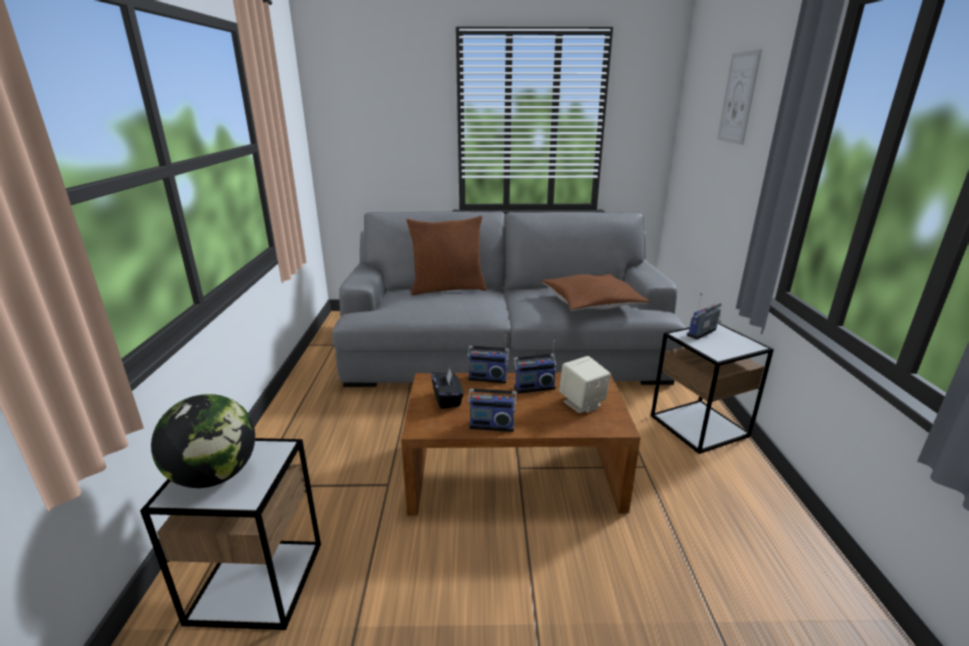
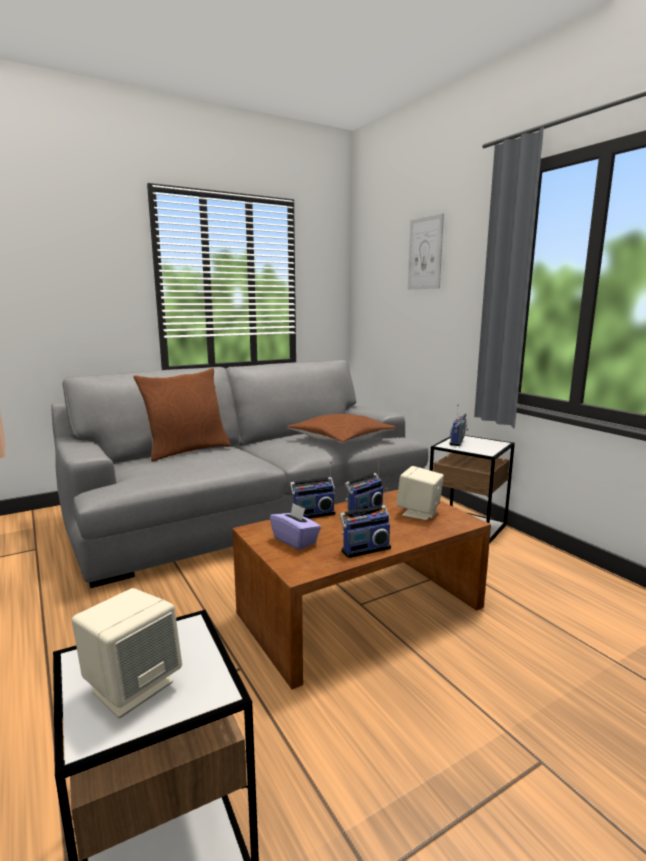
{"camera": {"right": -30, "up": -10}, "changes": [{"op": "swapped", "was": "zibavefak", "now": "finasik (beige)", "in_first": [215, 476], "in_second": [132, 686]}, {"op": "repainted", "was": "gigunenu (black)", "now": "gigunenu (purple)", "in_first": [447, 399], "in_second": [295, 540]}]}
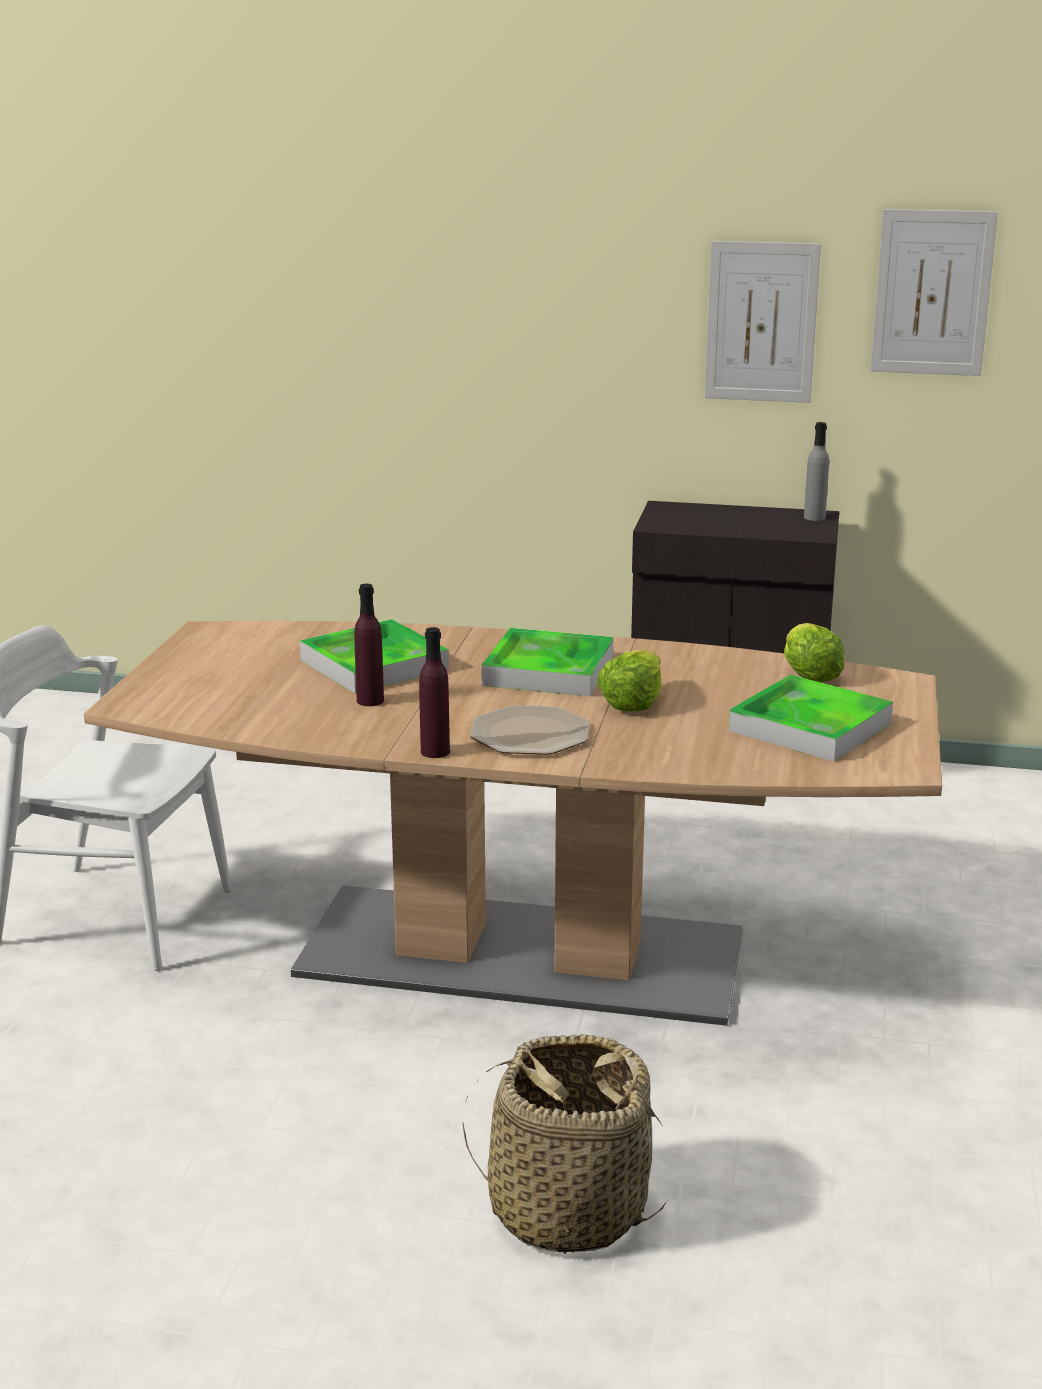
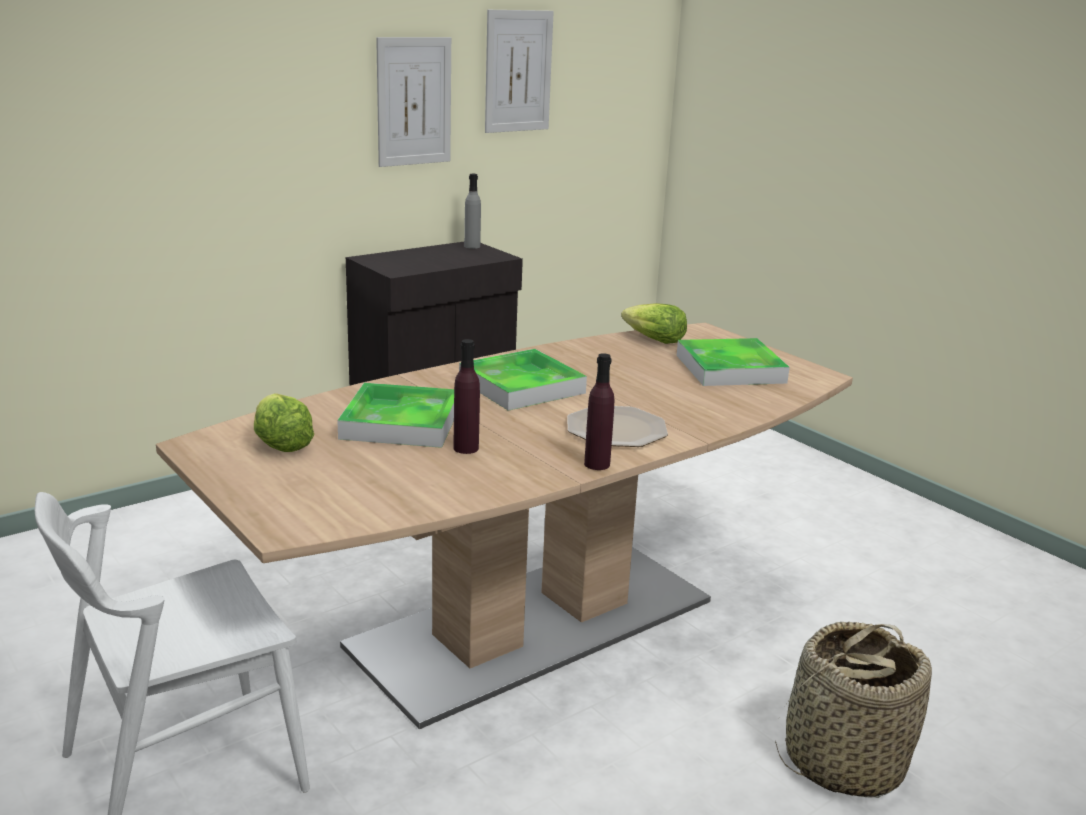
{"camera": {"right": -50, "up": 0}, "changes": [{"op": "shifted", "was": "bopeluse", "in_first": [632, 702], "in_second": [281, 442]}]}
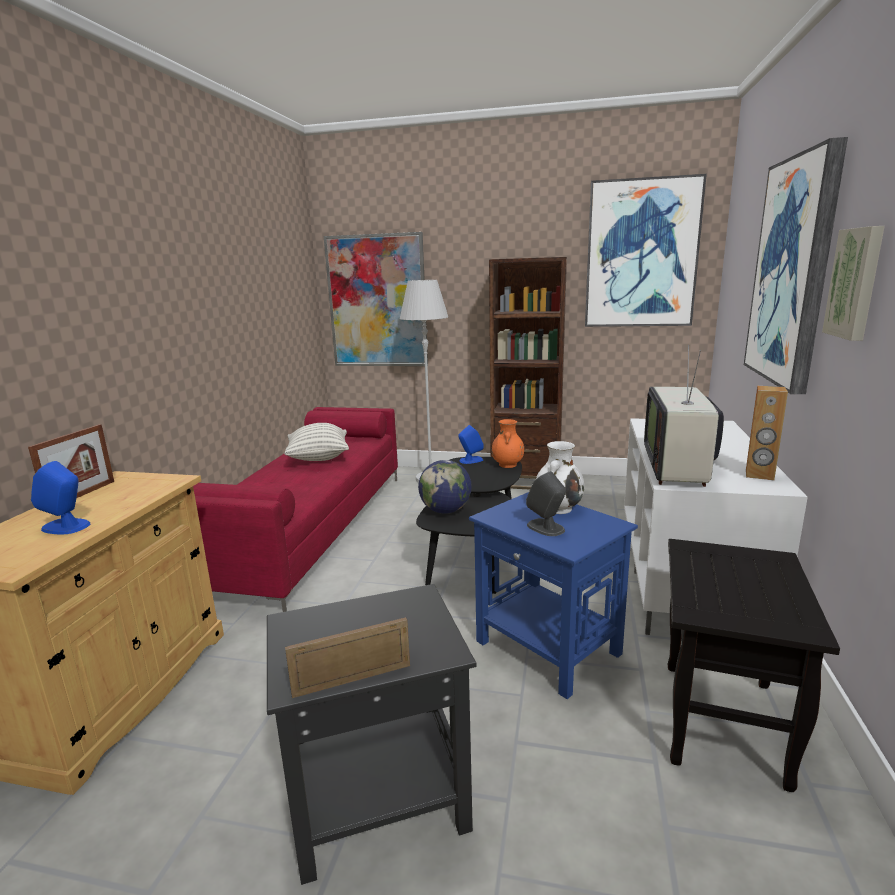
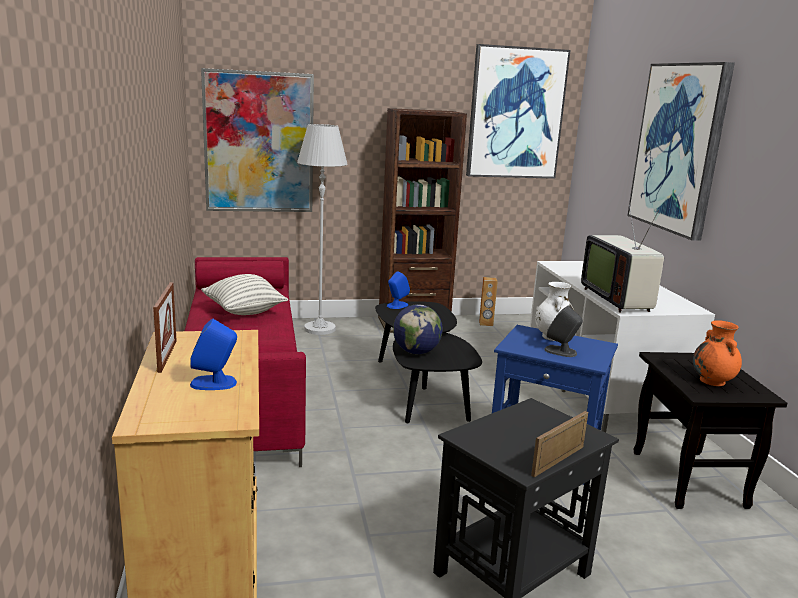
{"camera": {"right": -25, "up": 0}, "changes": [{"op": "shifted", "was": "finasik (brown)", "in_first": [759, 475], "in_second": [486, 323]}, {"op": "shifted", "was": "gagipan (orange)", "in_first": [507, 465], "in_second": [713, 381]}, {"op": "gone", "was": "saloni", "in_first": [856, 283]}]}
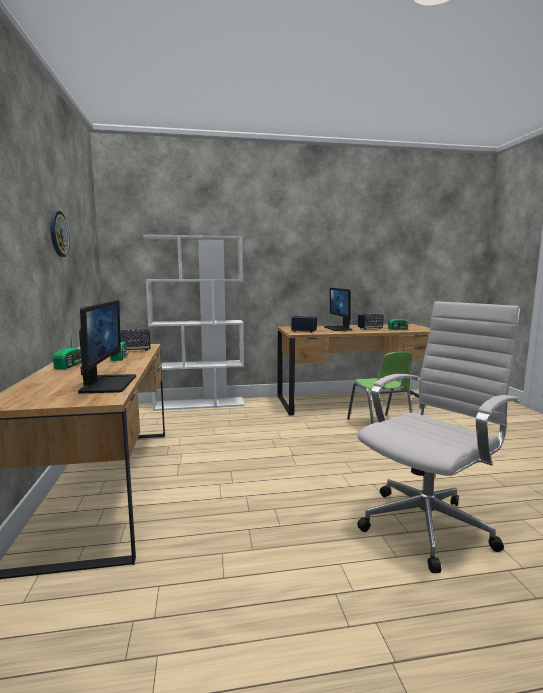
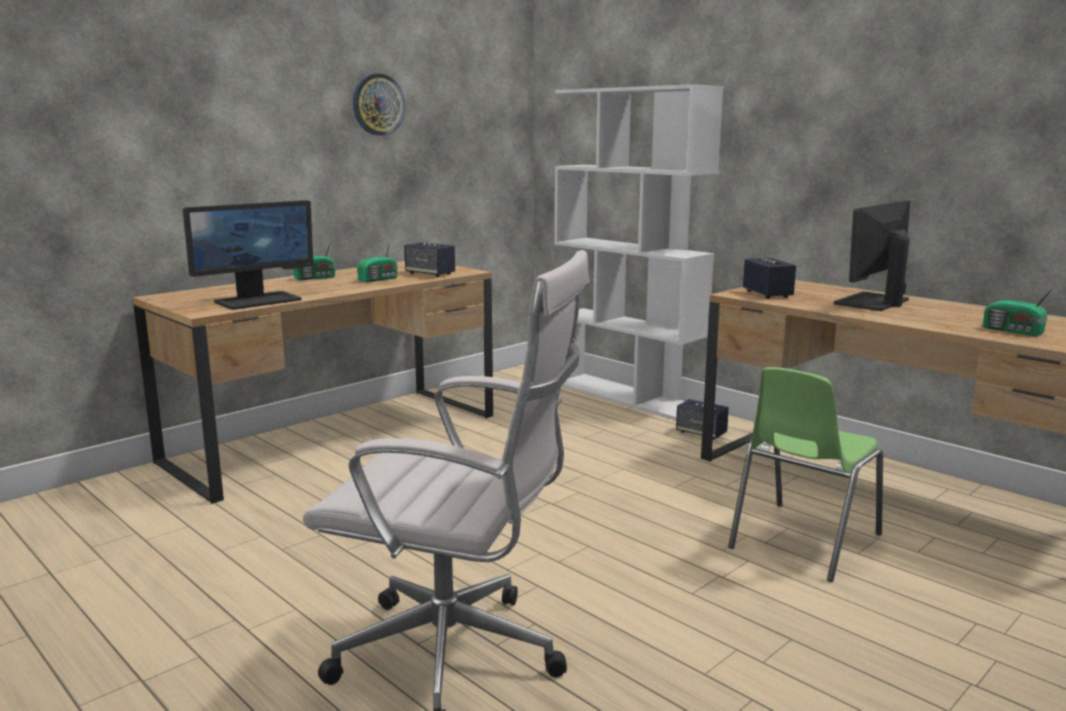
{"camera": {"right": 55, "up": 5}, "changes": [{"op": "shifted", "was": "finasik", "in_first": [370, 328], "in_second": [701, 433]}]}
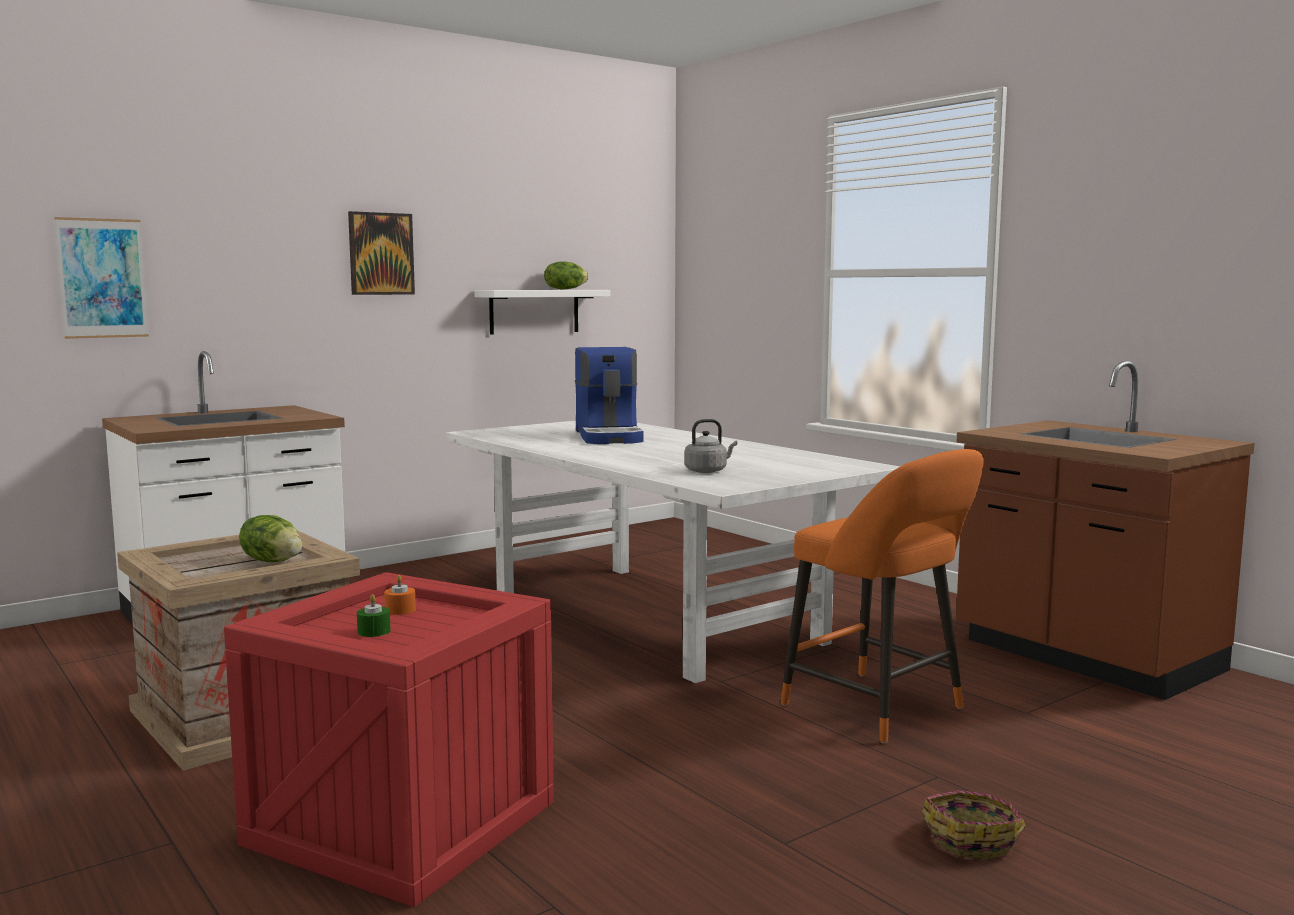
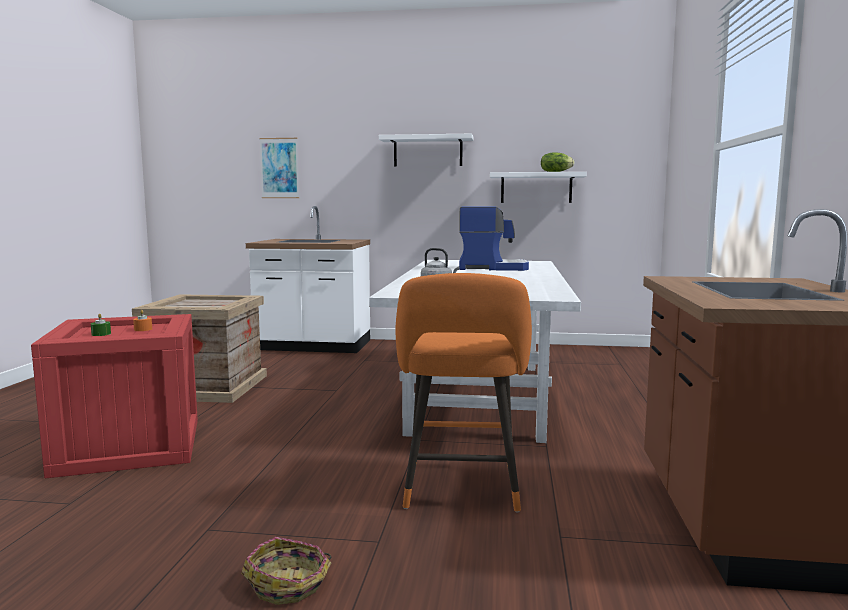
{"camera": {"right": 45, "up": 0}, "changes": [{"op": "swapped", "was": "saloni", "now": "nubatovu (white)", "in_first": [381, 254], "in_second": [428, 151]}, {"op": "rotated", "was": "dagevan", "in_first": [610, 436], "in_second": [492, 268], "clockwise": -120}, {"op": "gone", "was": "bopeluse", "in_first": [273, 561]}]}
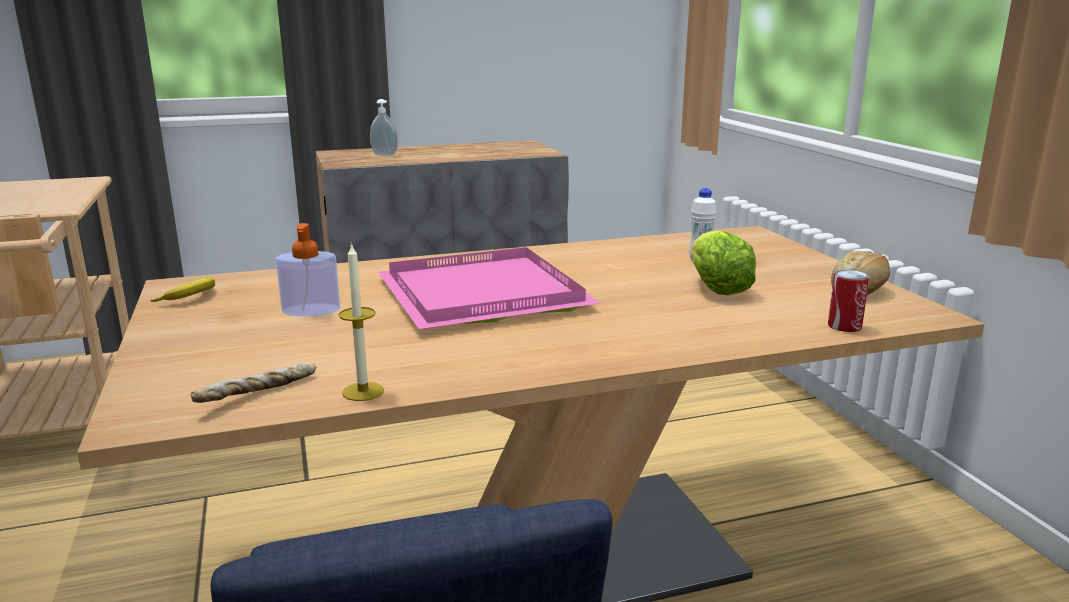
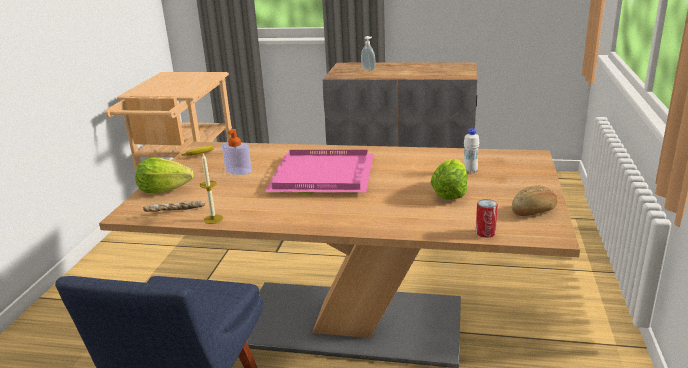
{"camera": {"right": 30, "up": 5}, "changes": [{"op": "new", "now": "bopeluse", "in_second": [164, 190]}]}
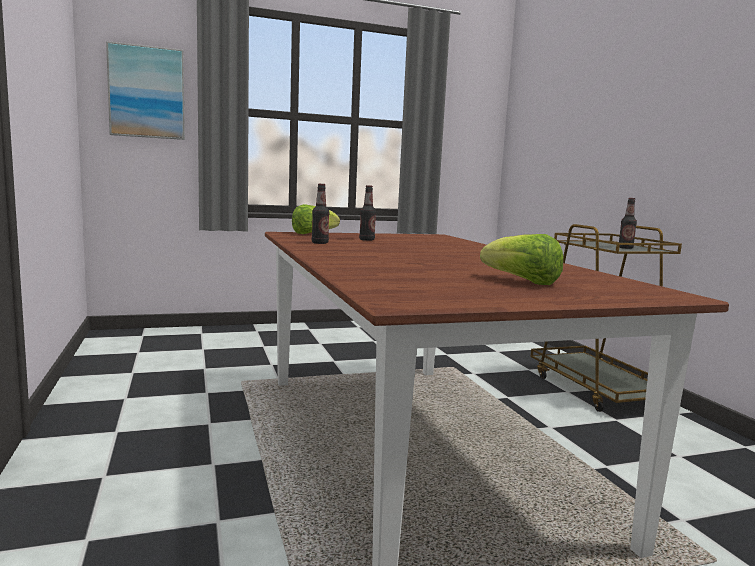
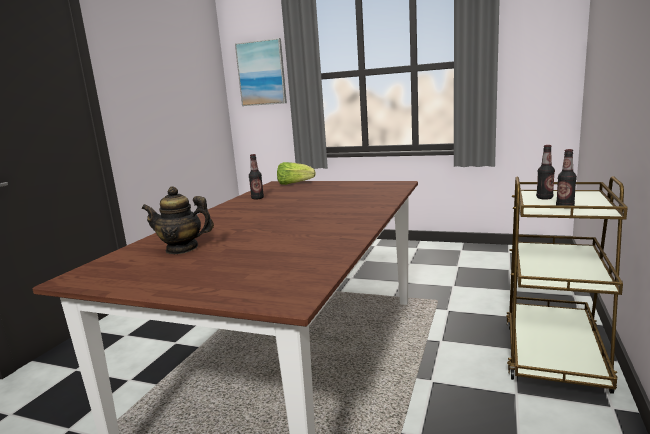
{"camera": {"right": 40, "up": 5}, "changes": [{"op": "new", "now": "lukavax", "in_second": [182, 249]}, {"op": "shifted", "was": "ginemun", "in_first": [366, 240], "in_second": [544, 198]}, {"op": "gone", "was": "bopeluse", "in_first": [522, 282]}]}
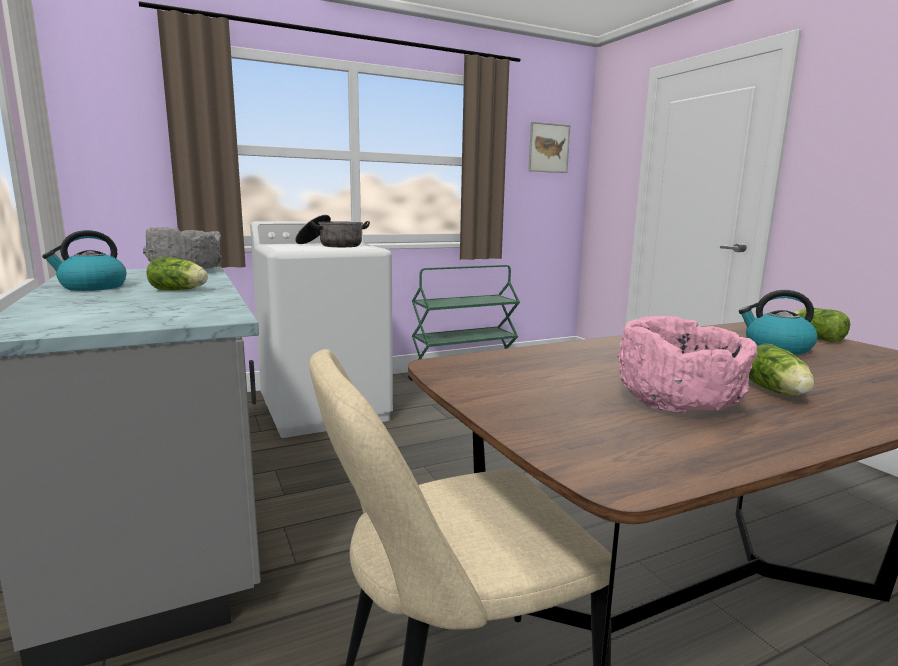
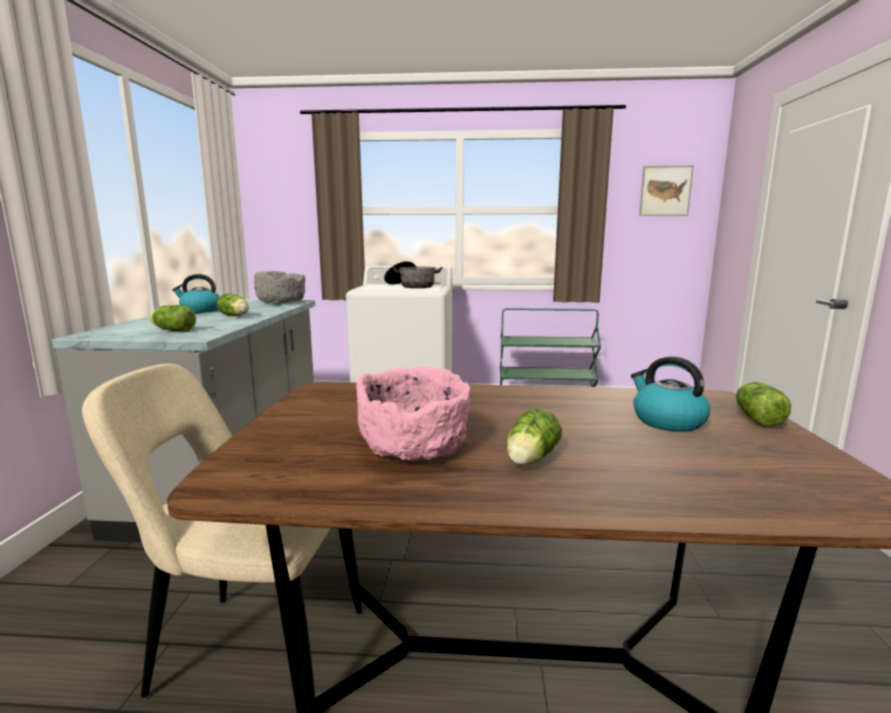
{"camera": {"right": 30, "up": 0}, "changes": [{"op": "new", "now": "bopeluse", "in_second": [172, 330]}]}
